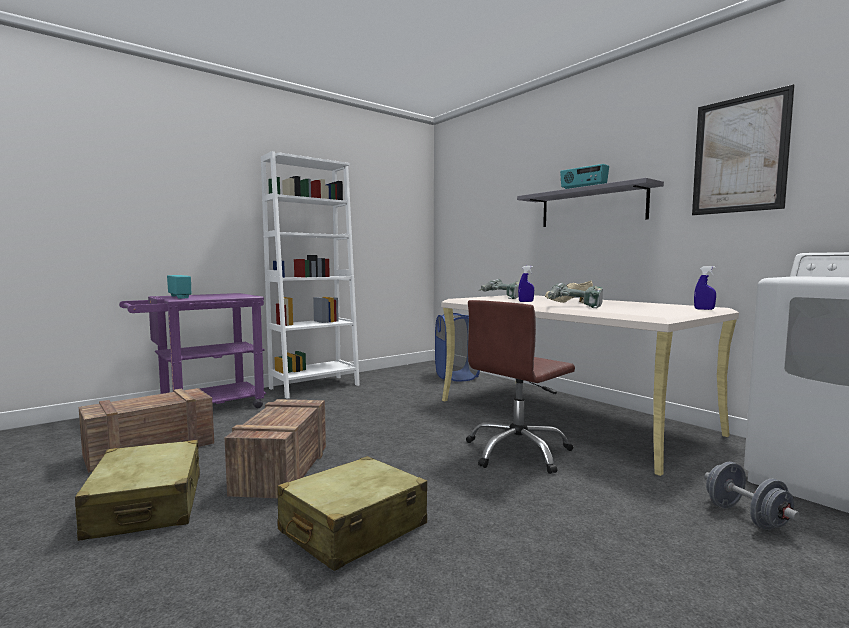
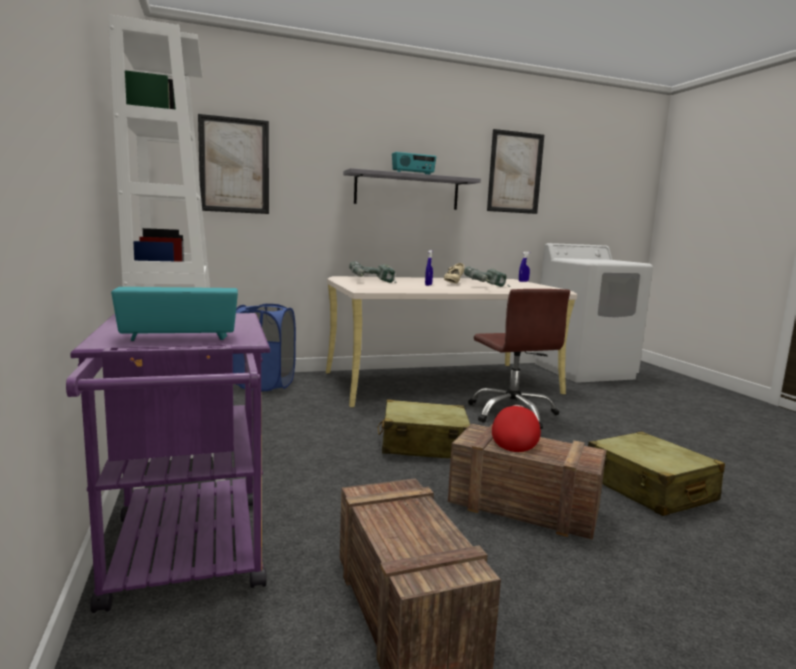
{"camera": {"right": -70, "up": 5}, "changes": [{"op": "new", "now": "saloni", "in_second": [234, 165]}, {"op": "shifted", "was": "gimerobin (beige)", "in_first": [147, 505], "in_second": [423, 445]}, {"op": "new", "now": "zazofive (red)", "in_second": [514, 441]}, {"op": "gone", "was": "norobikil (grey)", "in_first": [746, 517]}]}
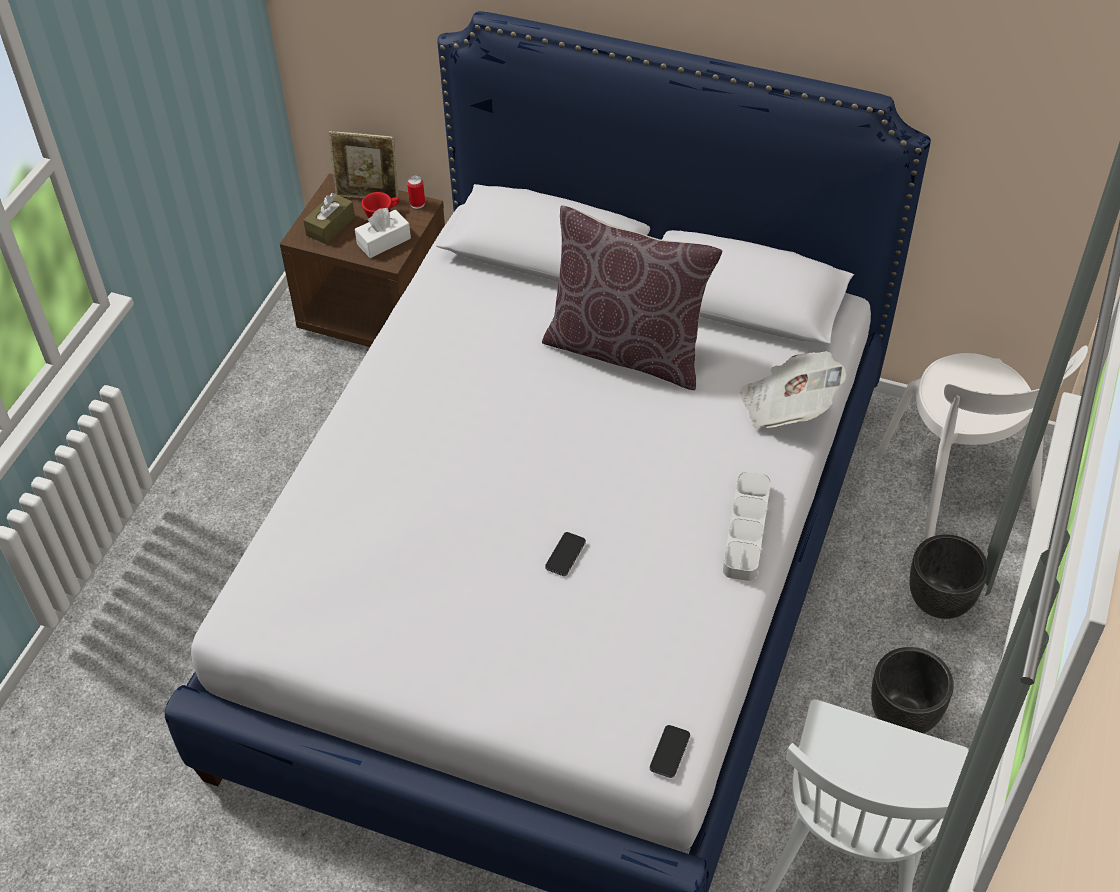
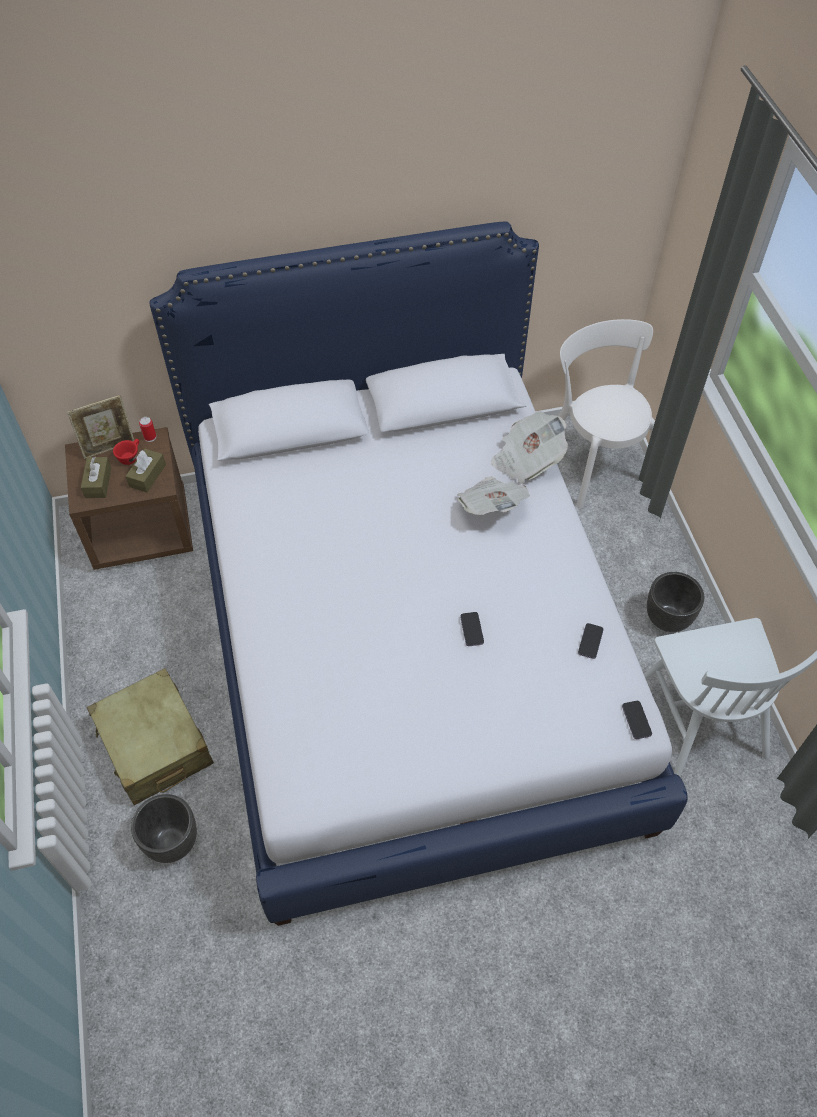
{"camera": {"right": -35, "up": 5}, "changes": [{"op": "new", "now": "gimerobin (beige)", "in_second": [154, 745]}, {"op": "repainted", "was": "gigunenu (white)", "now": "gigunenu (brown)", "in_first": [384, 241], "in_second": [147, 475]}, {"op": "shifted", "was": "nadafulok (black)", "in_first": [939, 603], "in_second": [173, 843]}, {"op": "new", "now": "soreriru", "in_second": [491, 507]}, {"op": "rotated", "was": "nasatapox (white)", "in_first": [959, 486], "in_second": [594, 462], "clockwise": -150}, {"op": "new", "now": "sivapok", "in_second": [590, 641]}, {"op": "gone", "was": "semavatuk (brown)", "in_first": [627, 349]}, {"op": "gone", "was": "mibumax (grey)", "in_first": [746, 529]}]}
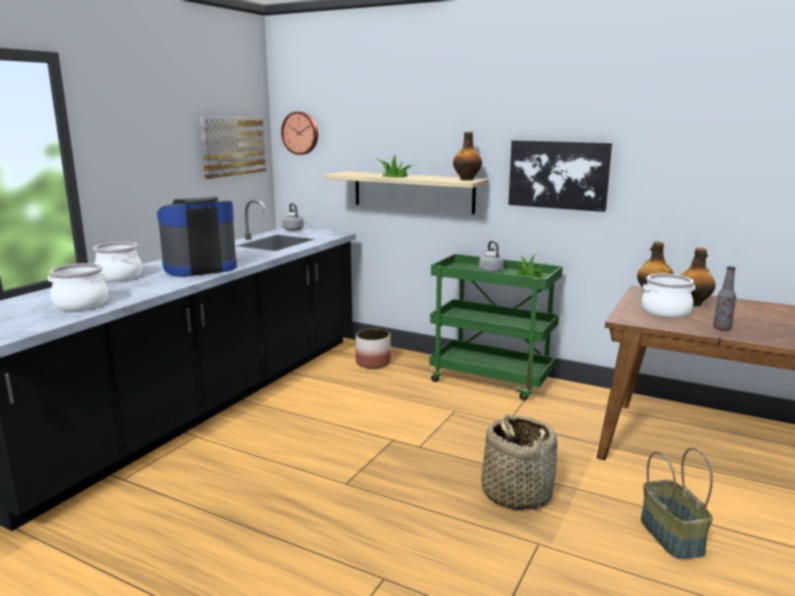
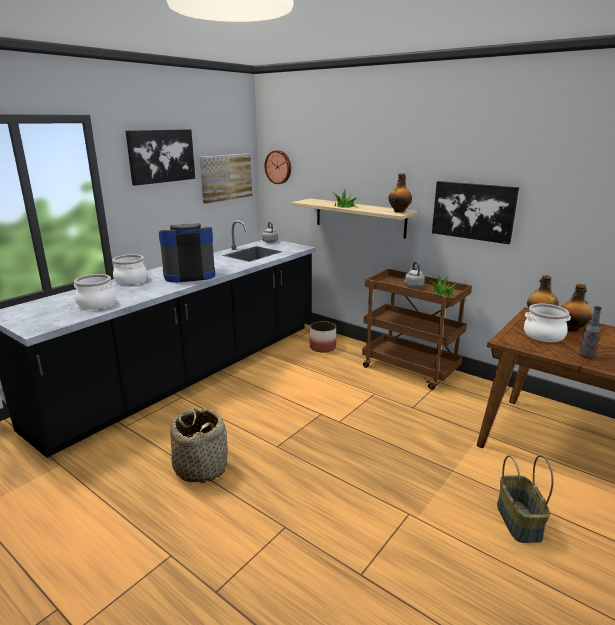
{"camera": {"right": 10, "up": 5}, "changes": [{"op": "new", "now": "saloni", "in_second": [161, 156]}, {"op": "shifted", "was": "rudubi", "in_first": [516, 493], "in_second": [201, 467]}, {"op": "repainted", "was": "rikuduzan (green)", "now": "rikuduzan (brown)", "in_first": [492, 380], "in_second": [411, 370]}]}
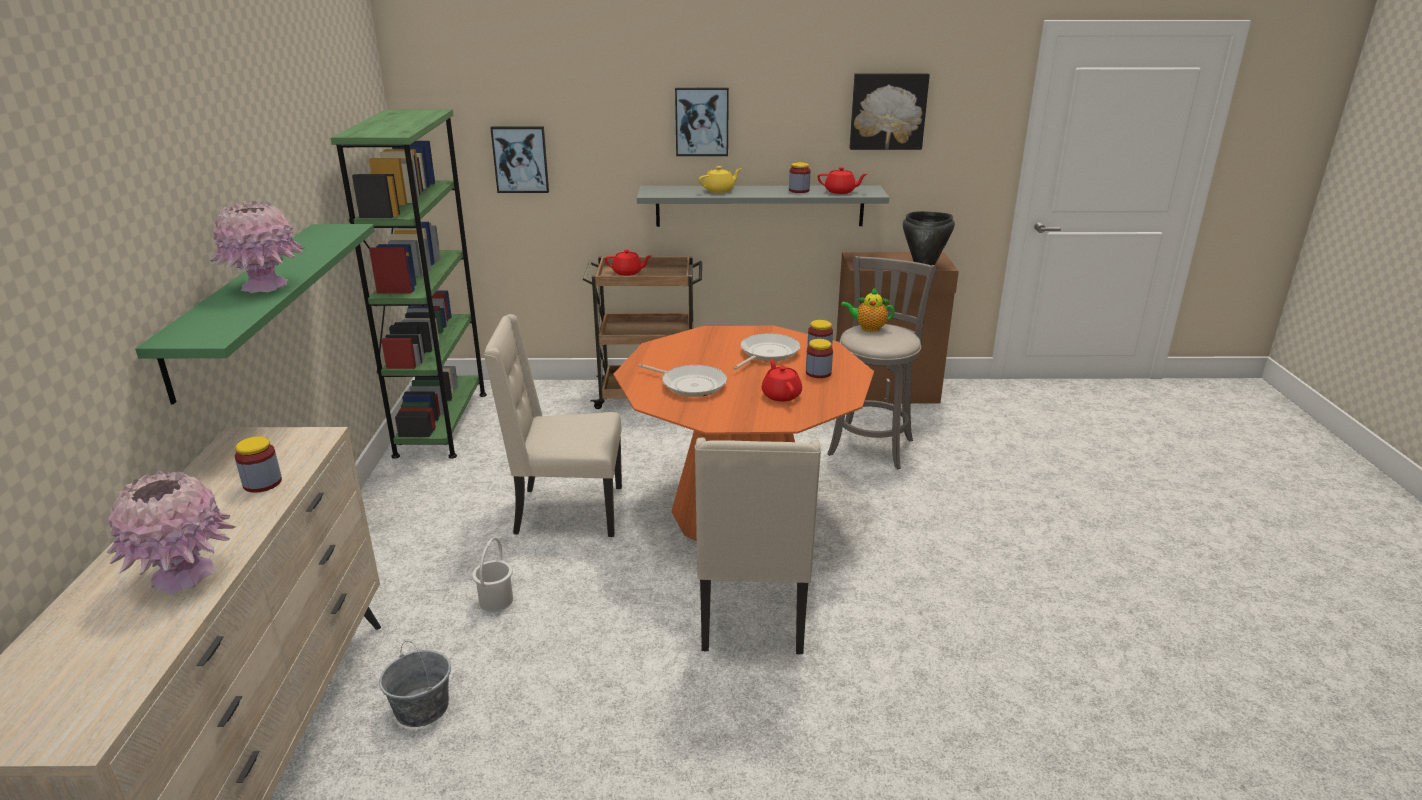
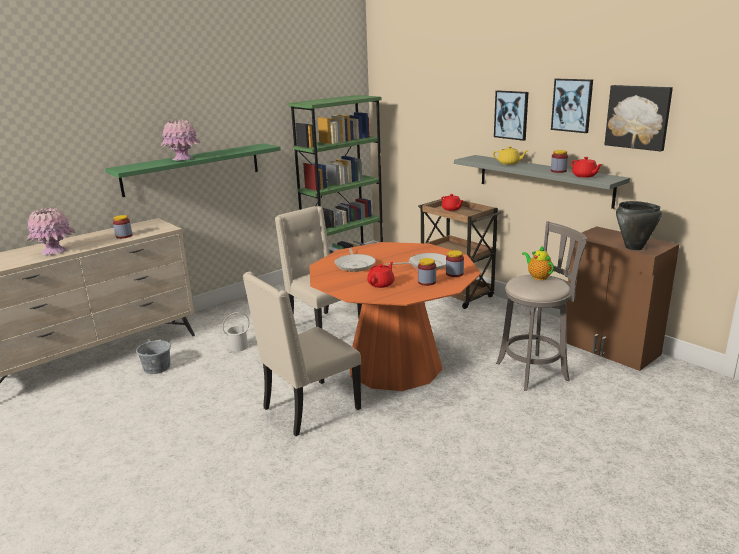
{"camera": {"right": 50, "up": -5}, "changes": [{"op": "shifted", "was": "saloni", "in_first": [520, 159], "in_second": [572, 105]}]}
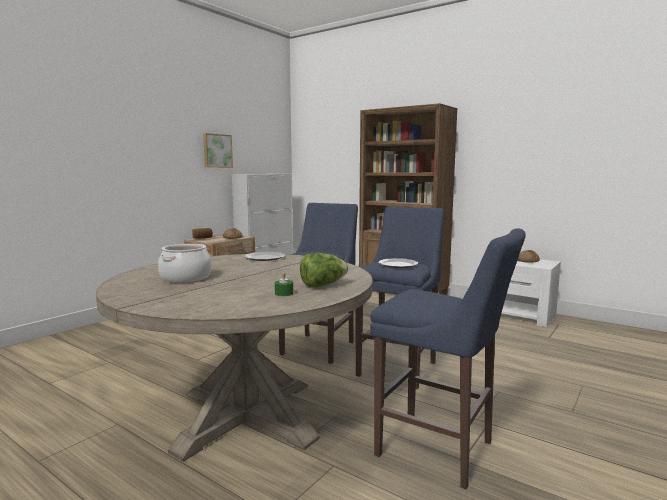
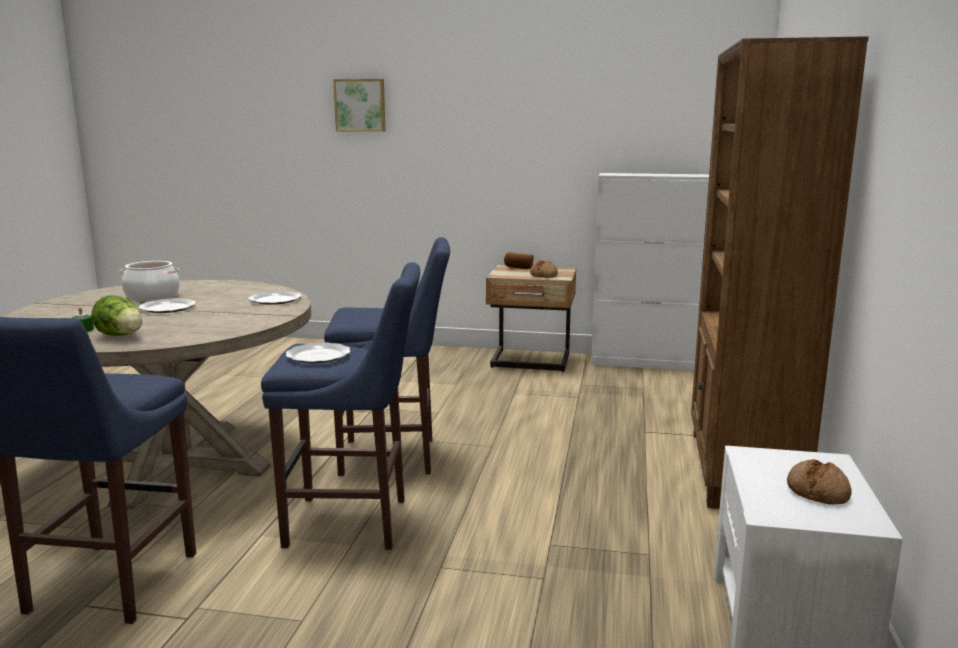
{"camera": {"right": 65, "up": 5}, "changes": [{"op": "new", "now": "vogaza", "in_second": [168, 308]}, {"op": "shifted", "was": "saloni", "in_first": [217, 151], "in_second": [360, 105]}]}
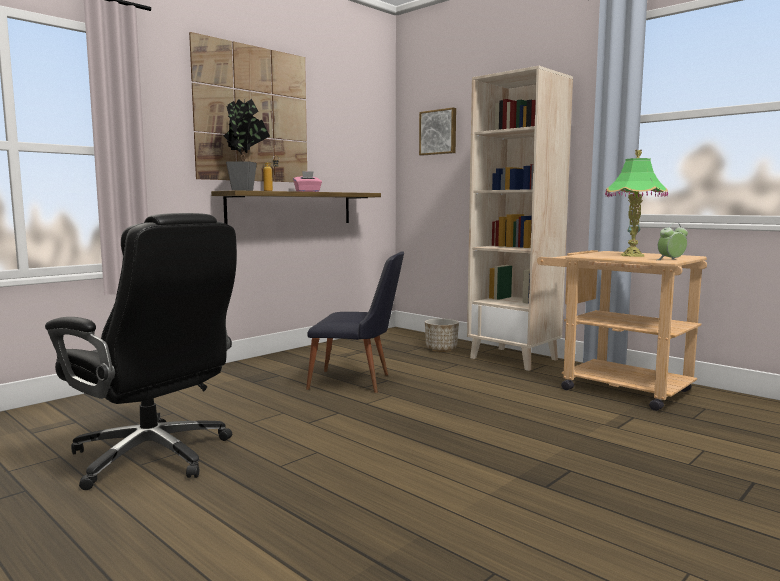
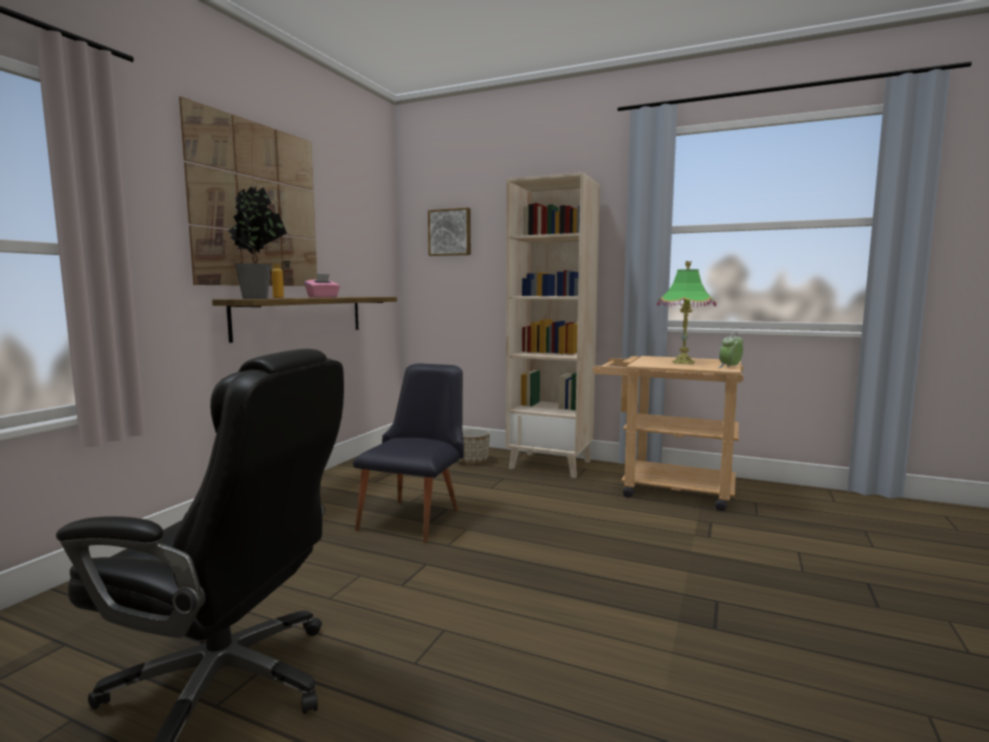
{"camera": {"right": -20, "up": 0}, "changes": [{"op": "rotated", "was": "nasatapox (black)", "in_first": [358, 382], "in_second": [416, 516], "clockwise": -60}]}
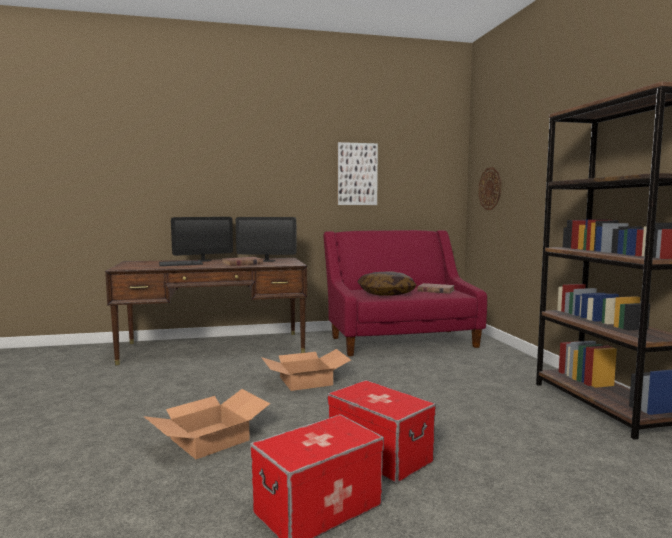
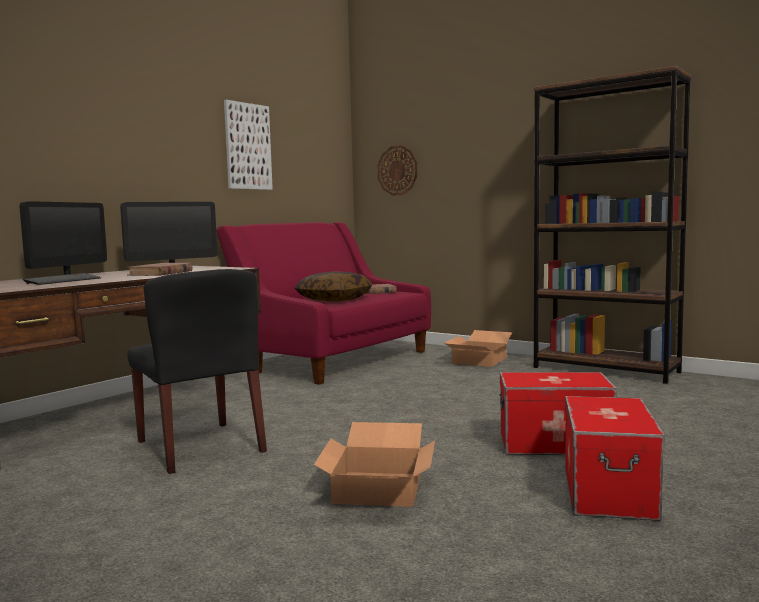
{"camera": {"right": -40, "up": 0}, "changes": [{"op": "new", "now": "nasatapox (black)", "in_second": [200, 447]}, {"op": "shifted", "was": "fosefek", "in_first": [306, 380], "in_second": [478, 360]}]}
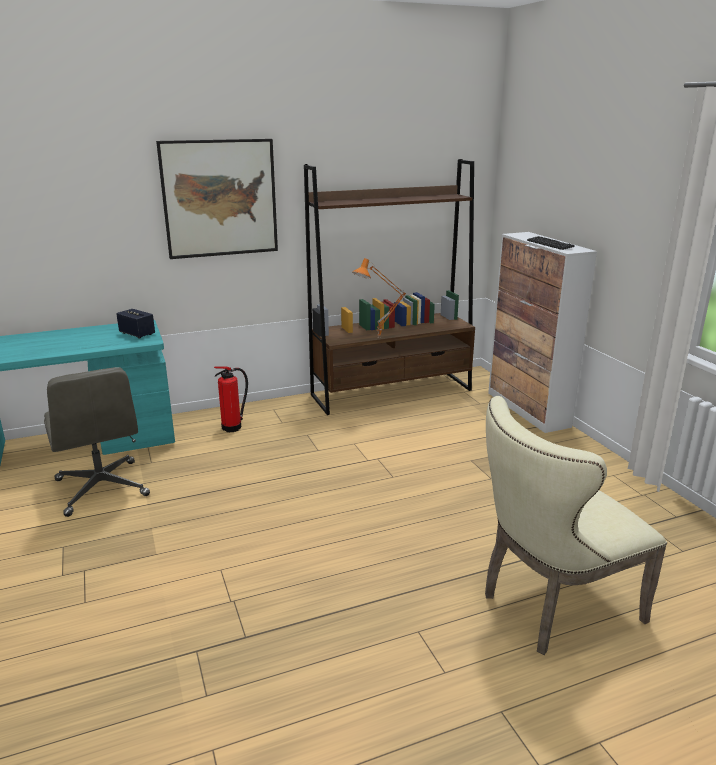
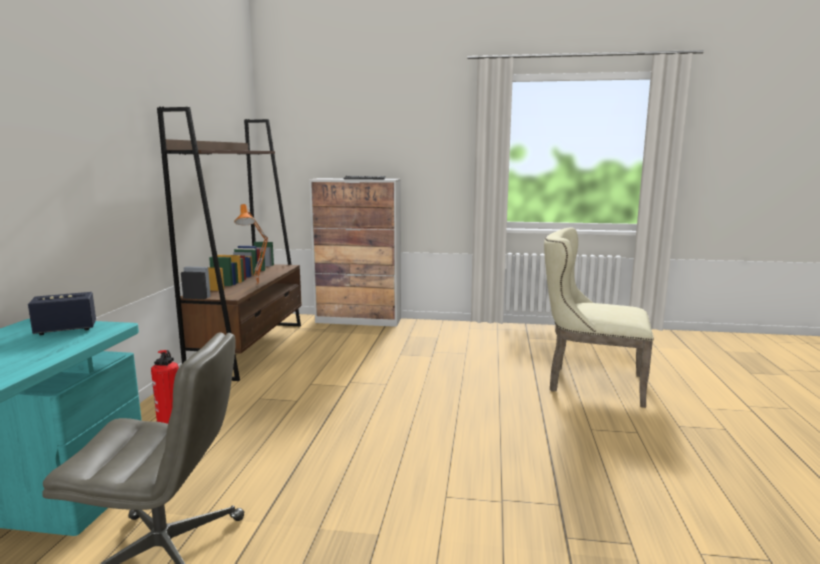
{"camera": {"right": -60, "up": -10}, "changes": [{"op": "rotated", "was": "nasatapox (beige)", "in_first": [552, 607], "in_second": [589, 383], "clockwise": 105}, {"op": "gone", "was": "saloni", "in_first": [220, 198]}]}
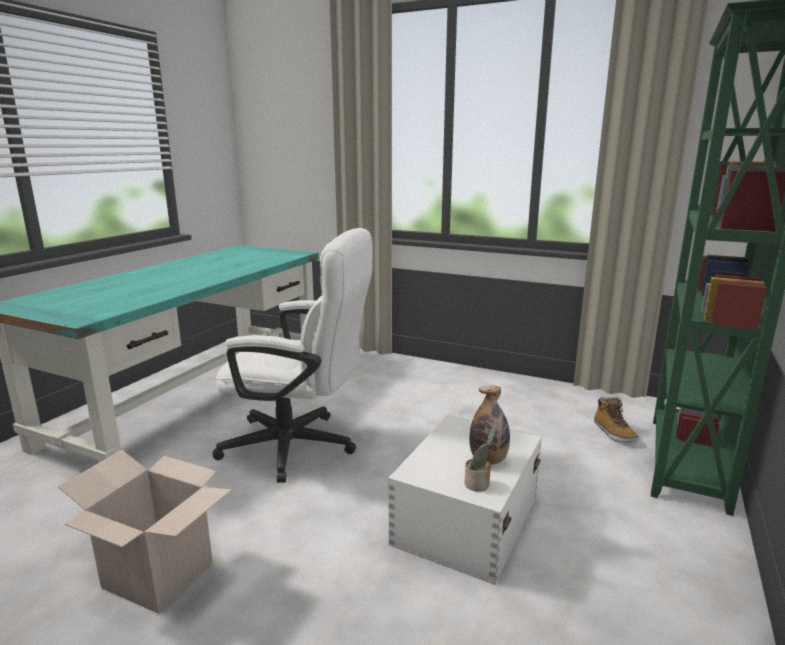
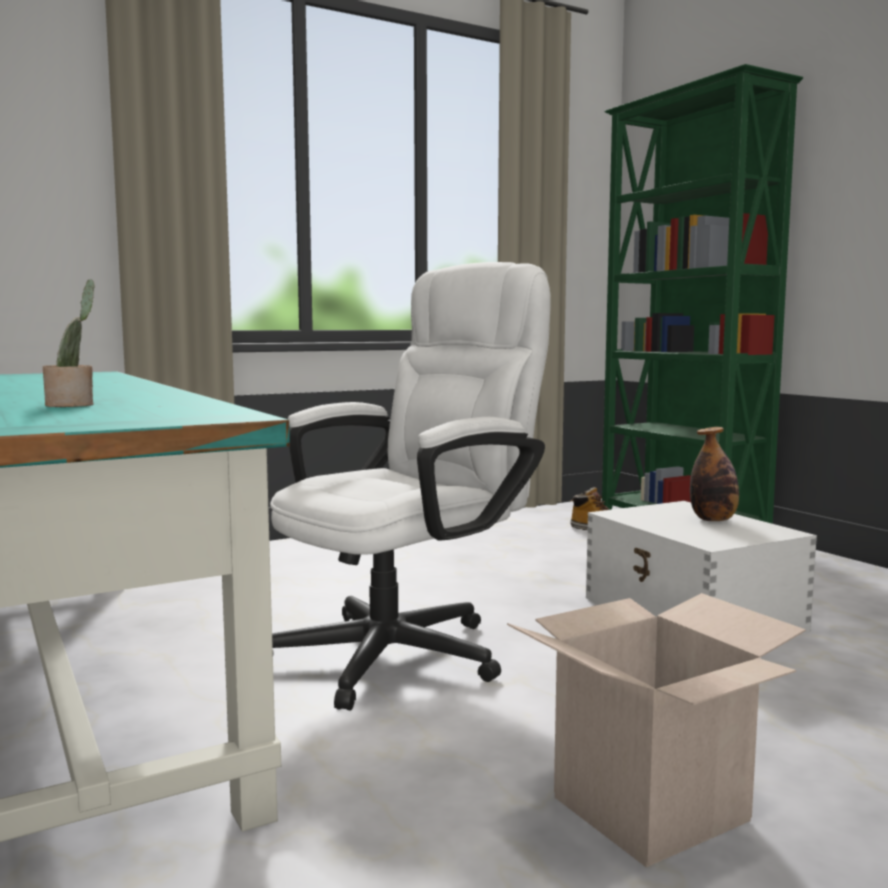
{"camera": {"right": -55, "up": -10}, "changes": [{"op": "shifted", "was": "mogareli", "in_first": [478, 484], "in_second": [73, 405]}]}
